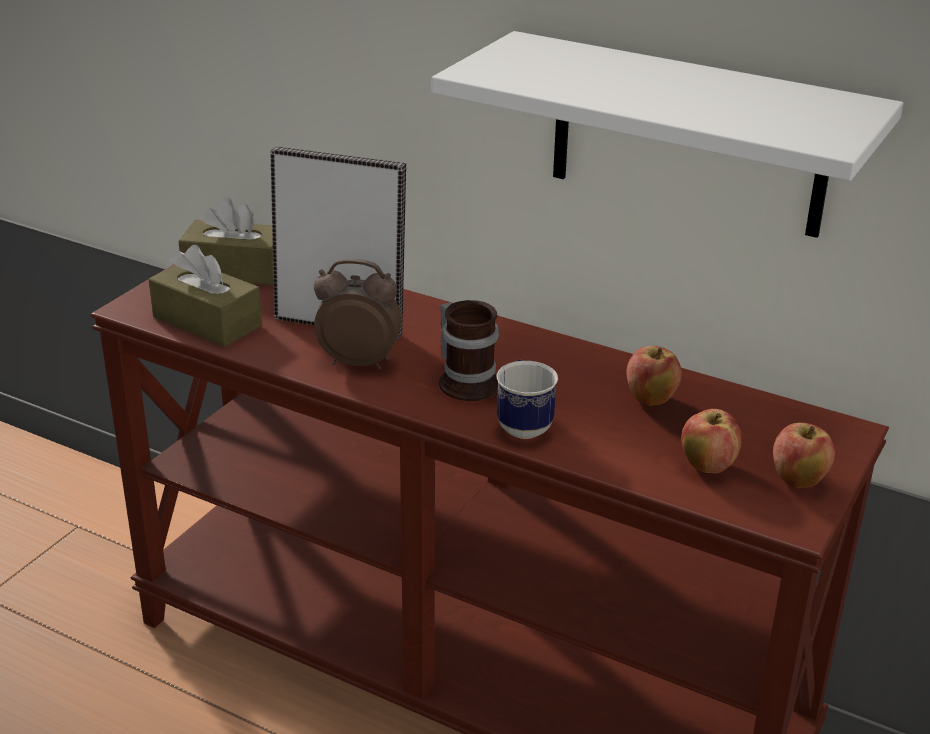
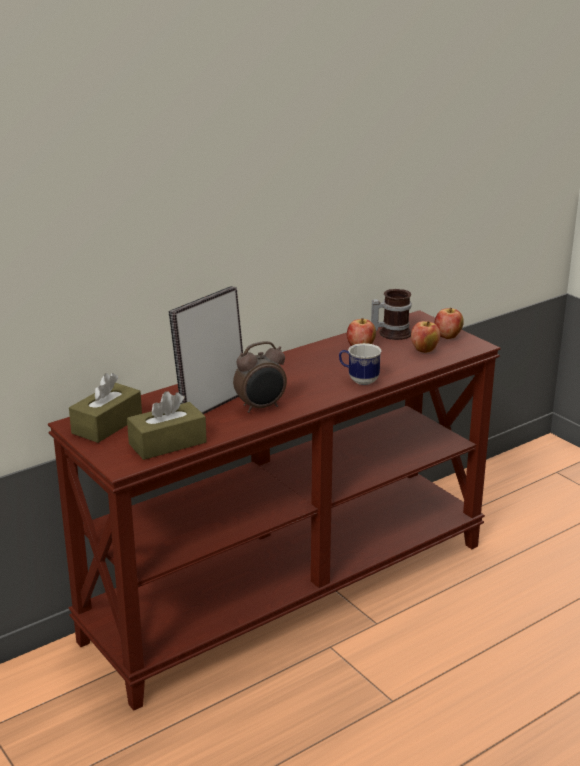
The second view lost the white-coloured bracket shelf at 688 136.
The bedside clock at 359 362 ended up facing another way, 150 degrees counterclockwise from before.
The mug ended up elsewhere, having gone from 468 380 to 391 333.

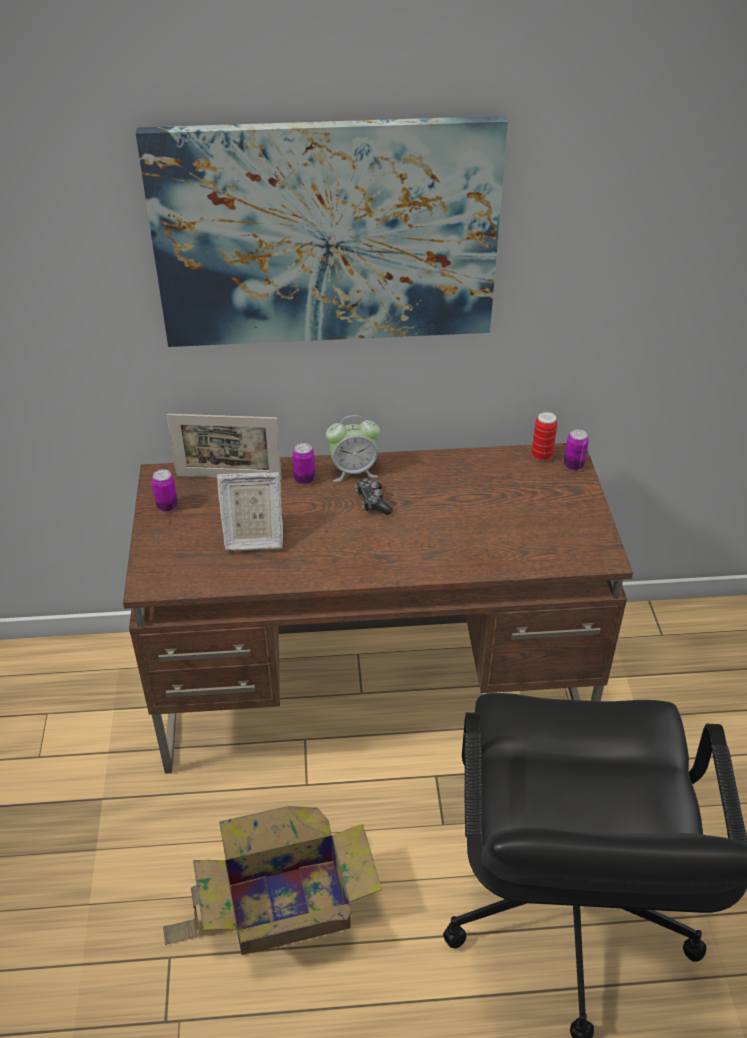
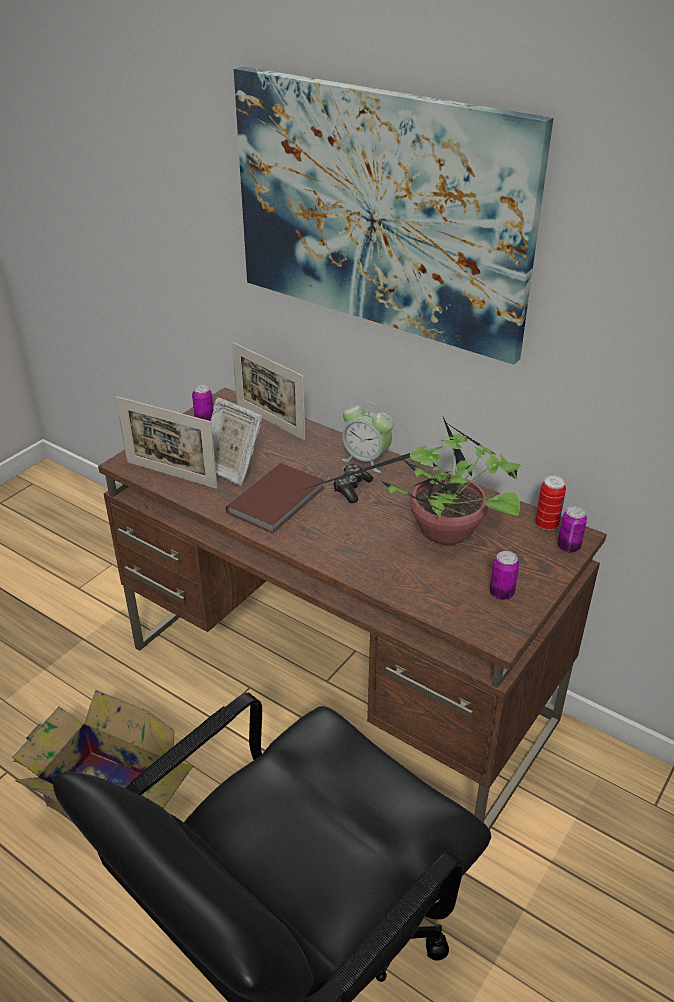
The sealed can ended up elsewhere, having gone from 304 479 to 501 593.
The second view gained the photo frame at 171 474.
The second view gained the plant in a pot at 440 534.
The second view gained the brown-coloured book at 279 500.

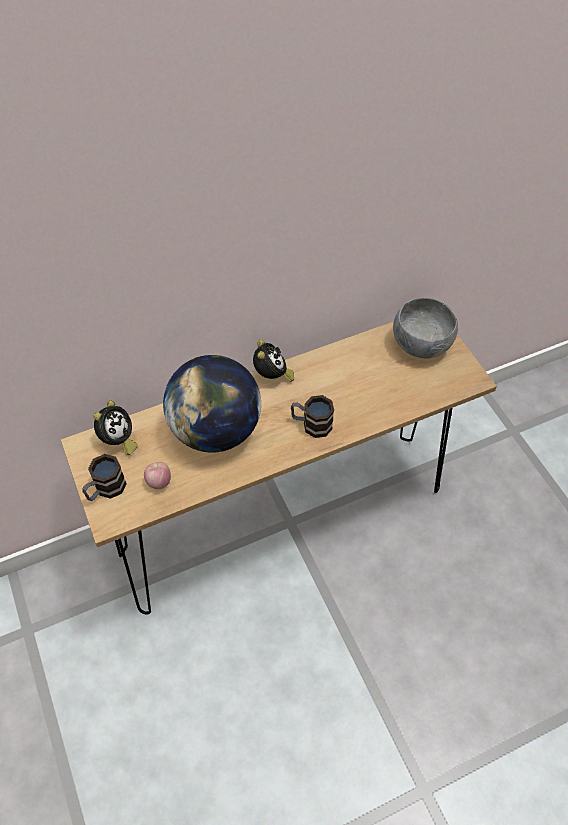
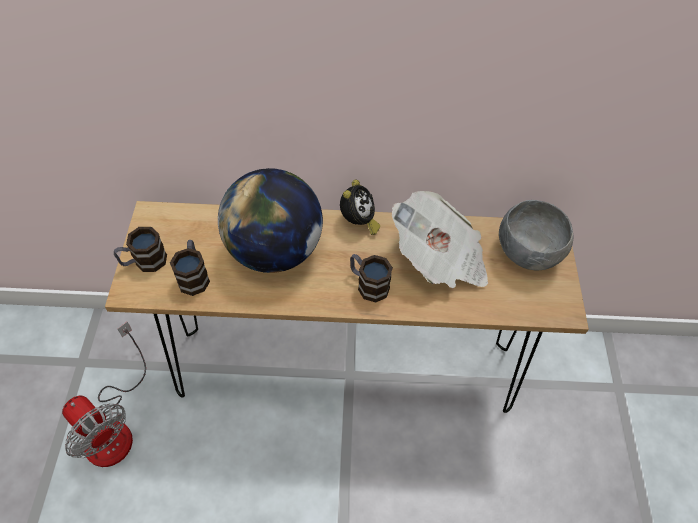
The second view lost the bedside clock at 118 440.
Where the whole apple stood at 159 481, the mug came to stand at 194 275.
The second view gained the newspaper at 439 259.
The second view gained the cooling fan at 114 425.

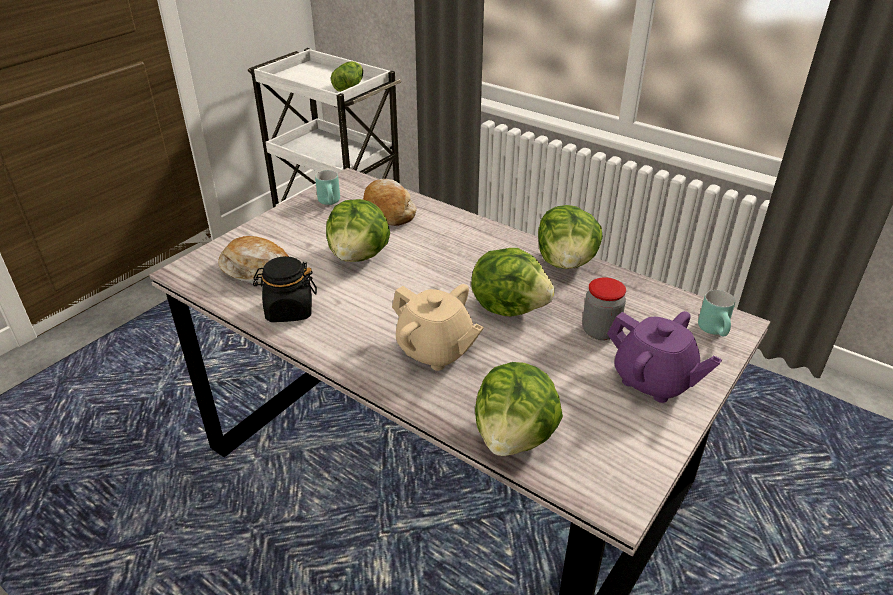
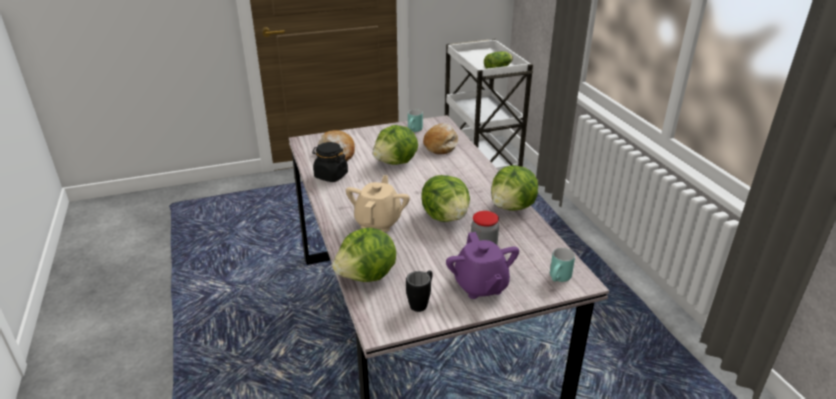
The beige-coloured pot for tea at 435 350 ended up facing another way, 150 degrees counterclockwise from before.
The second view gained the blackish mug at 421 302.

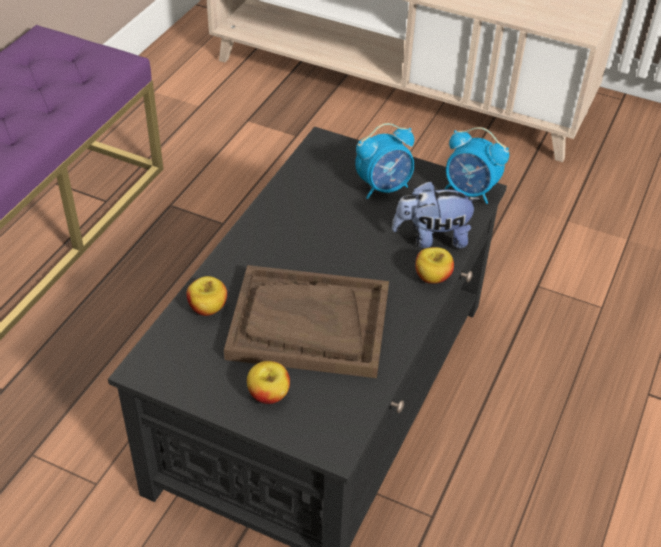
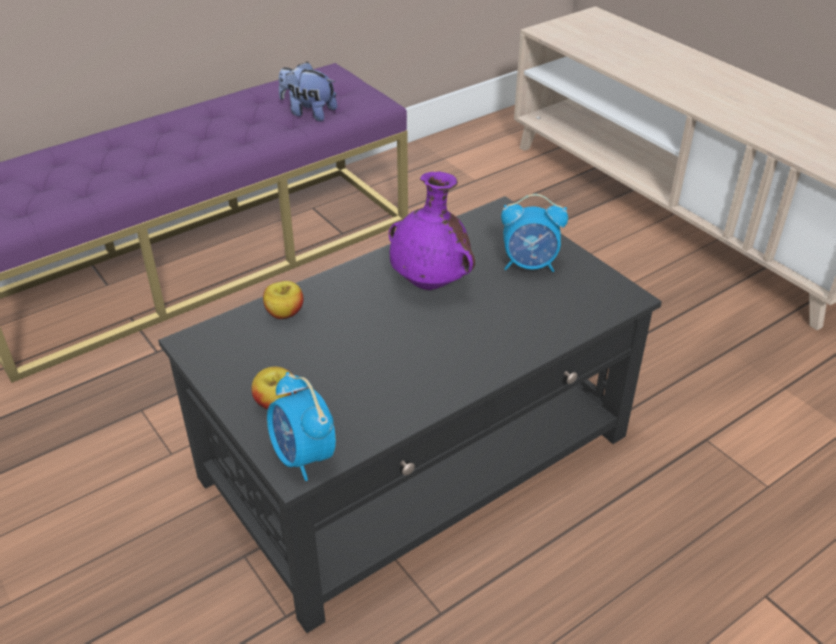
The bedside clock ended up elsewhere, having gone from 470 191 to 303 457.
The plush toy ended up elsewhere, having gone from 432 238 to 308 113.
The second view lost the whole apple at 432 277.
The second view lost the brown-coloured serving tray at 308 324.
The second view gained the purple-coloured vase at 431 283.

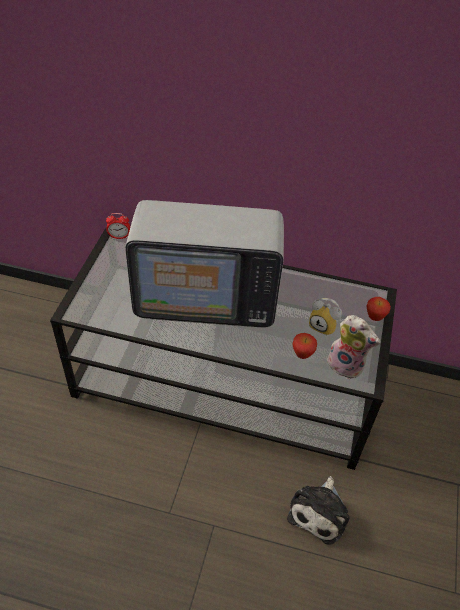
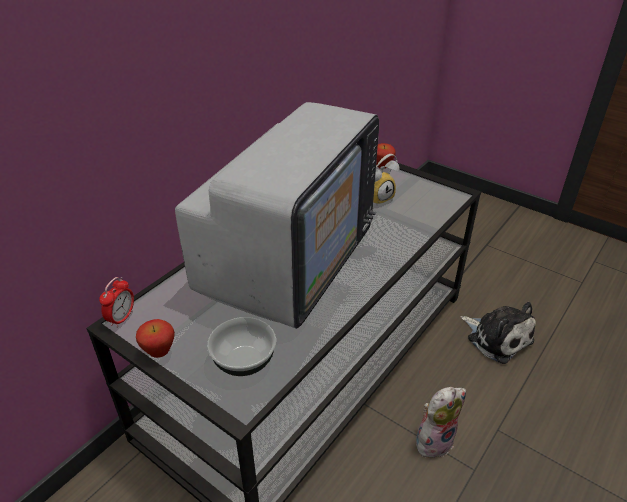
The plush toy ended up elsewhere, having gone from 347 365 to 434 440.
The whole apple ended up elsewhere, having gone from 302 355 to 159 353.
The second view gained the serving bowl at 244 360.

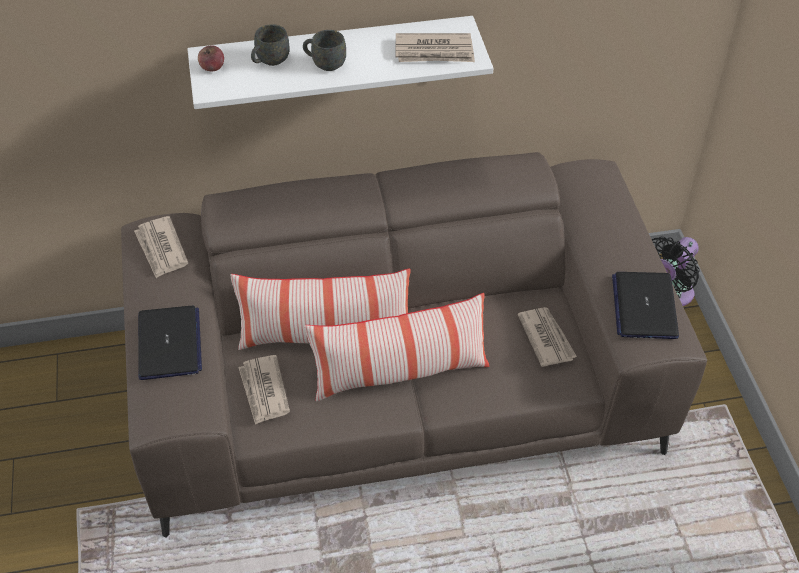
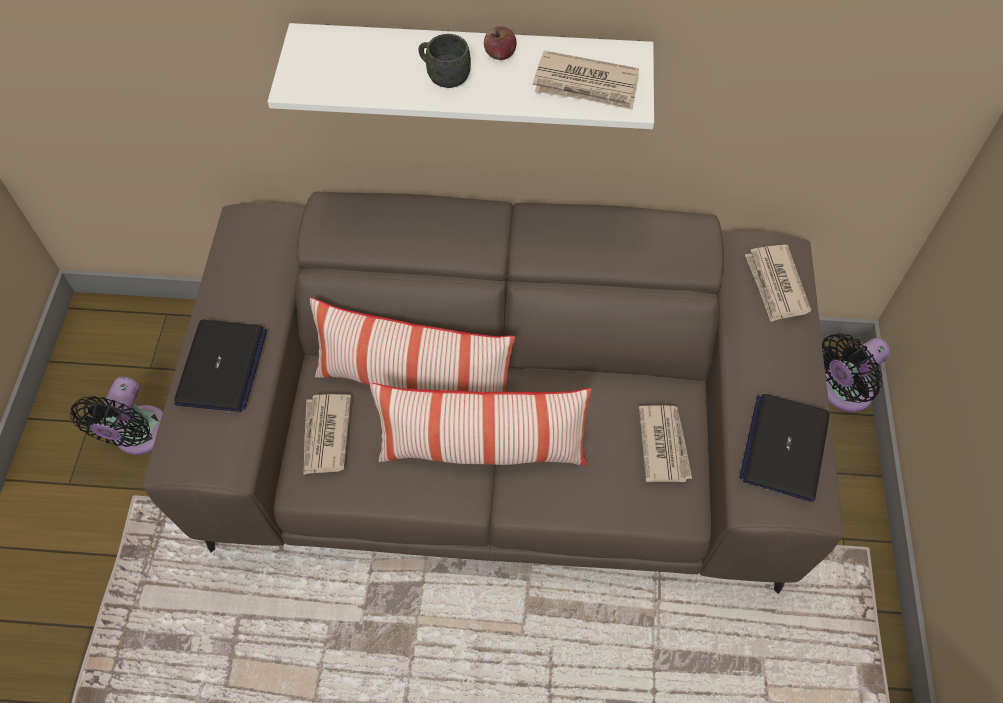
The second view lost the grey mug at 269 61.
The whole apple ended up elsewhere, having gone from 212 68 to 499 54.
The newspaper ended up elsewhere, having gone from 161 249 to 776 285.
The second view gained the blackish cooling fan at 138 436.

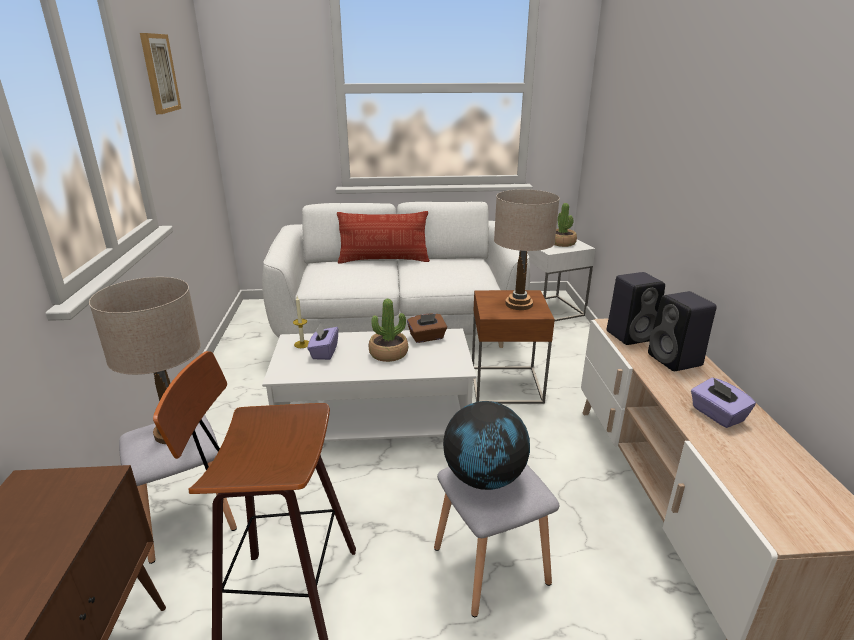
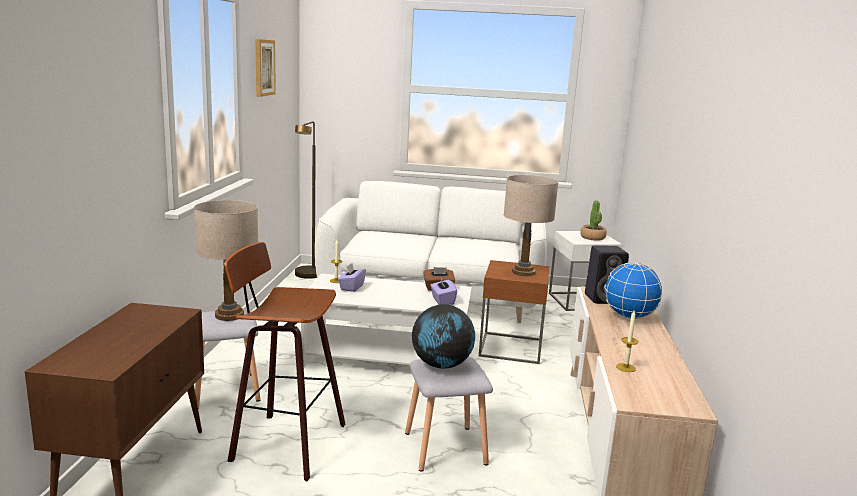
The second view lost the cushion at 384 260.
Where the blackish loudspeaker stood at 676 360, the world globe came to stand at 630 316.
The second view lost the plant in a pot at 388 353.
The purple-coloured tissue box ended up elsewhere, having gone from 716 415 to 442 300.
The second view gained the brown-coloured standing lamp at 307 276.
The second view gained the wax light at 625 367.

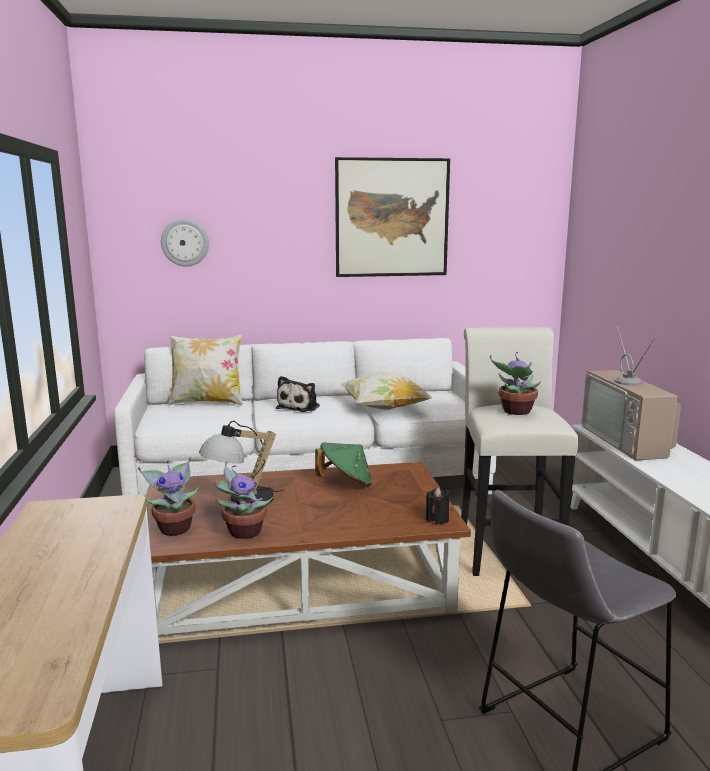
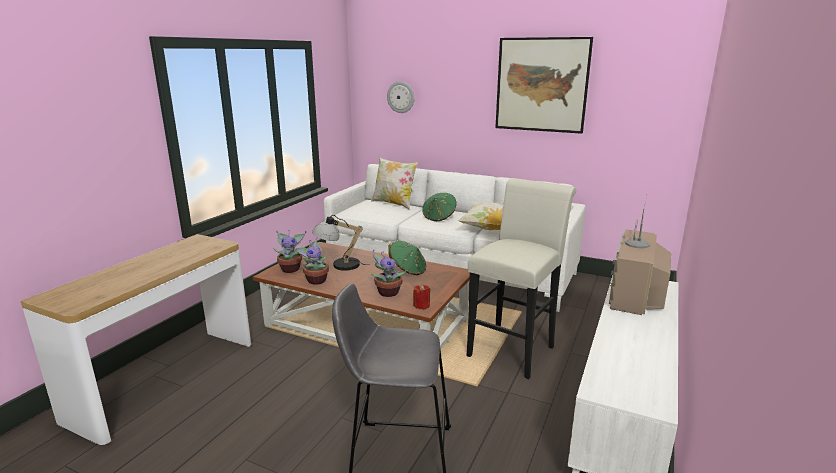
The plant in a pot ended up elsewhere, having gone from 515 412 to 387 293.
Where the plush toy stood at 300 407, the green clothing hat came to stand at 439 217.
What was the blackish wax light at 437 519 turned into the red wax light at 421 306.

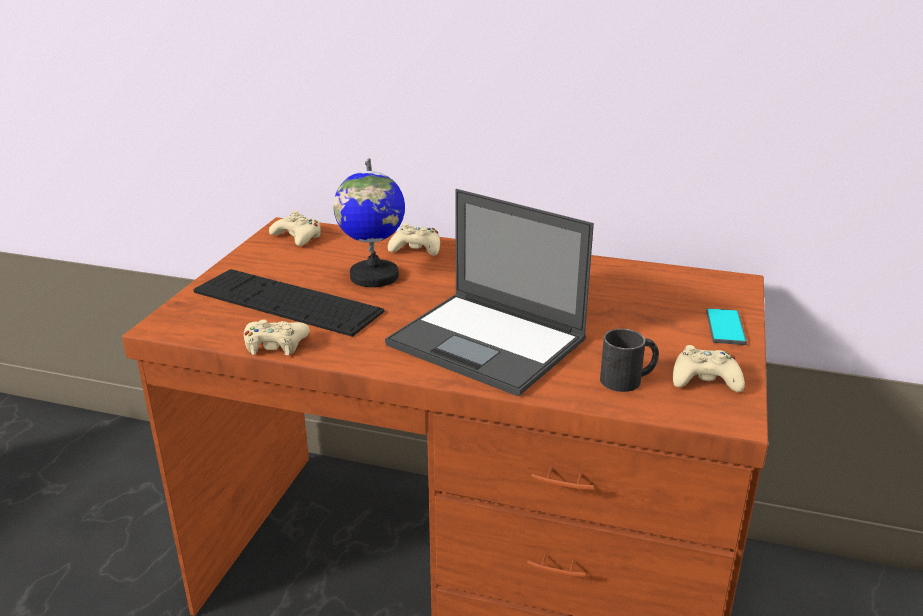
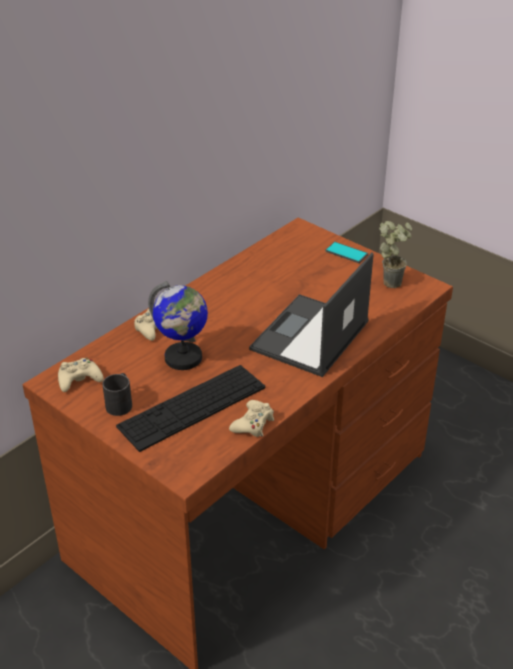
The portable computer at 488 343 ended up facing another way, 150 degrees clockwise from before.
The blackish mug ended up elsewhere, having gone from 628 379 to 120 402.
Where the beige-coloured joypad stood at 705 380, the plant in a pot came to stand at 392 280.

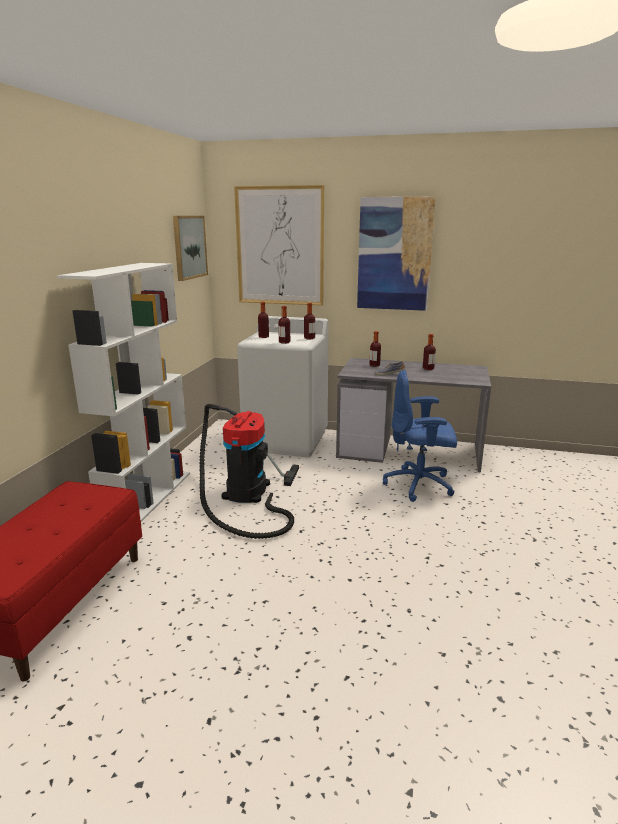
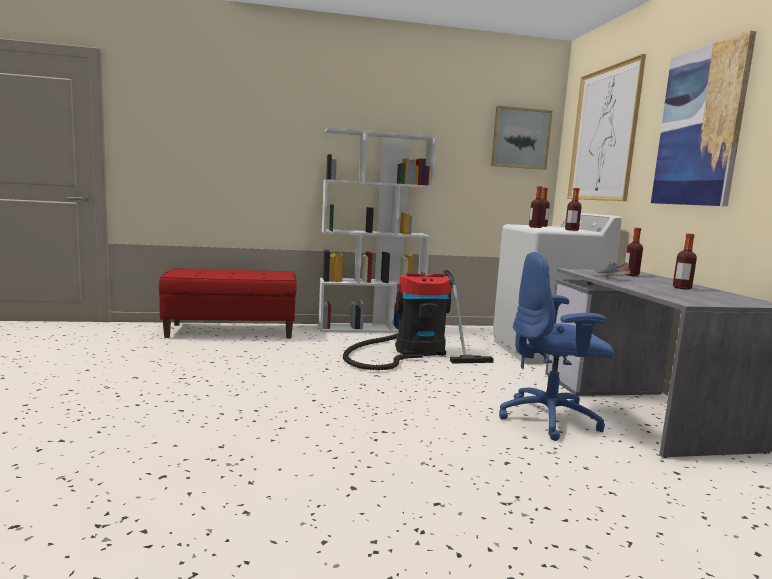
The blue-coloured computer chair at 420 485 ended up facing another way, 75 degrees counterclockwise from before.

